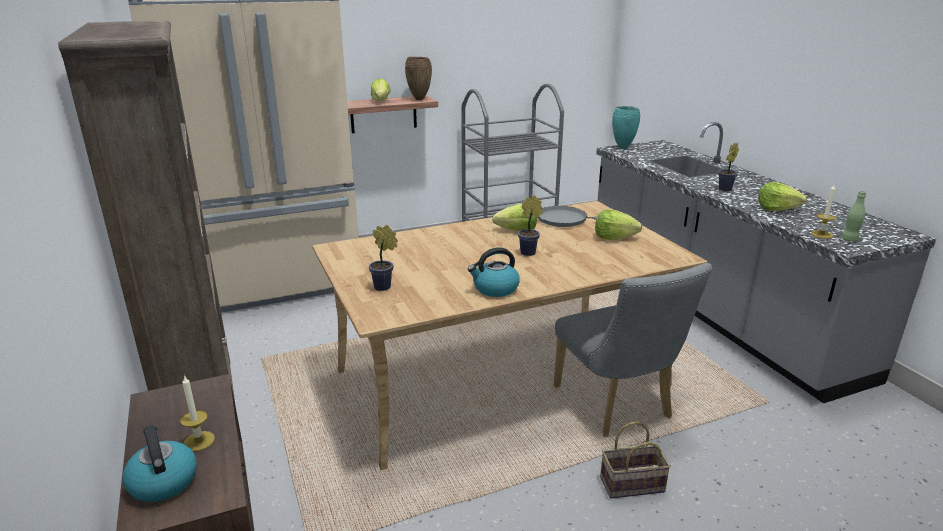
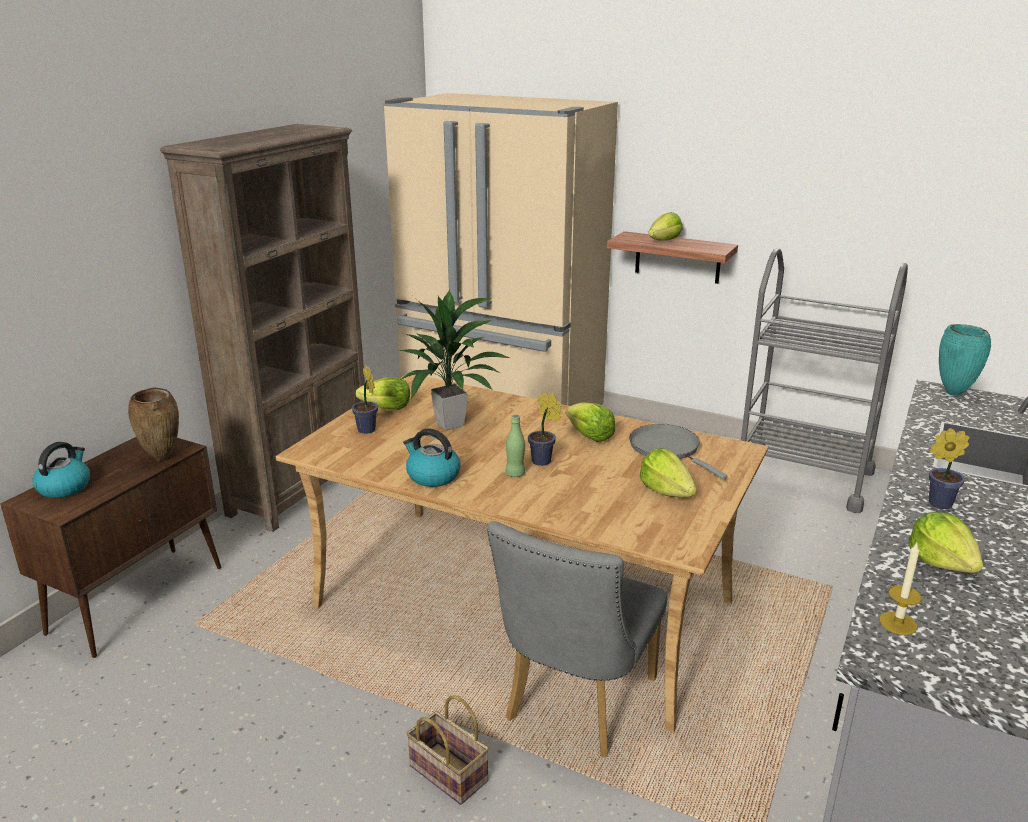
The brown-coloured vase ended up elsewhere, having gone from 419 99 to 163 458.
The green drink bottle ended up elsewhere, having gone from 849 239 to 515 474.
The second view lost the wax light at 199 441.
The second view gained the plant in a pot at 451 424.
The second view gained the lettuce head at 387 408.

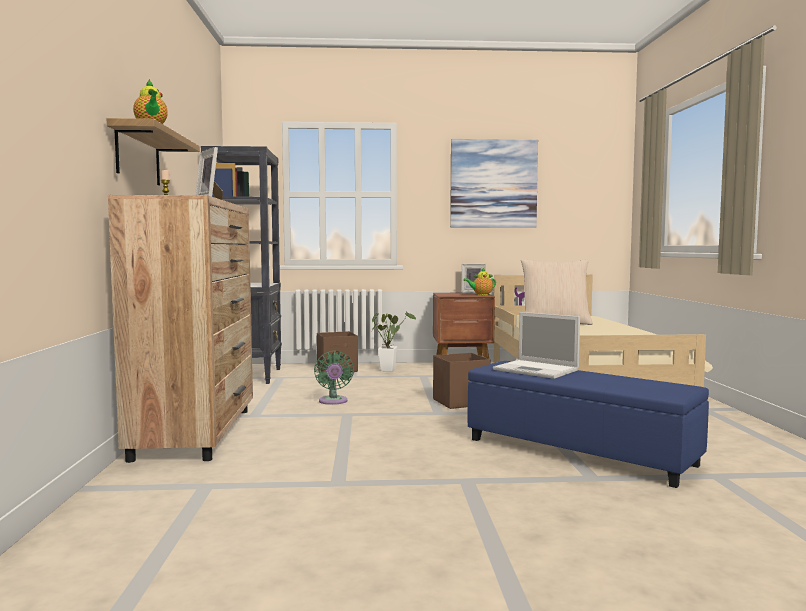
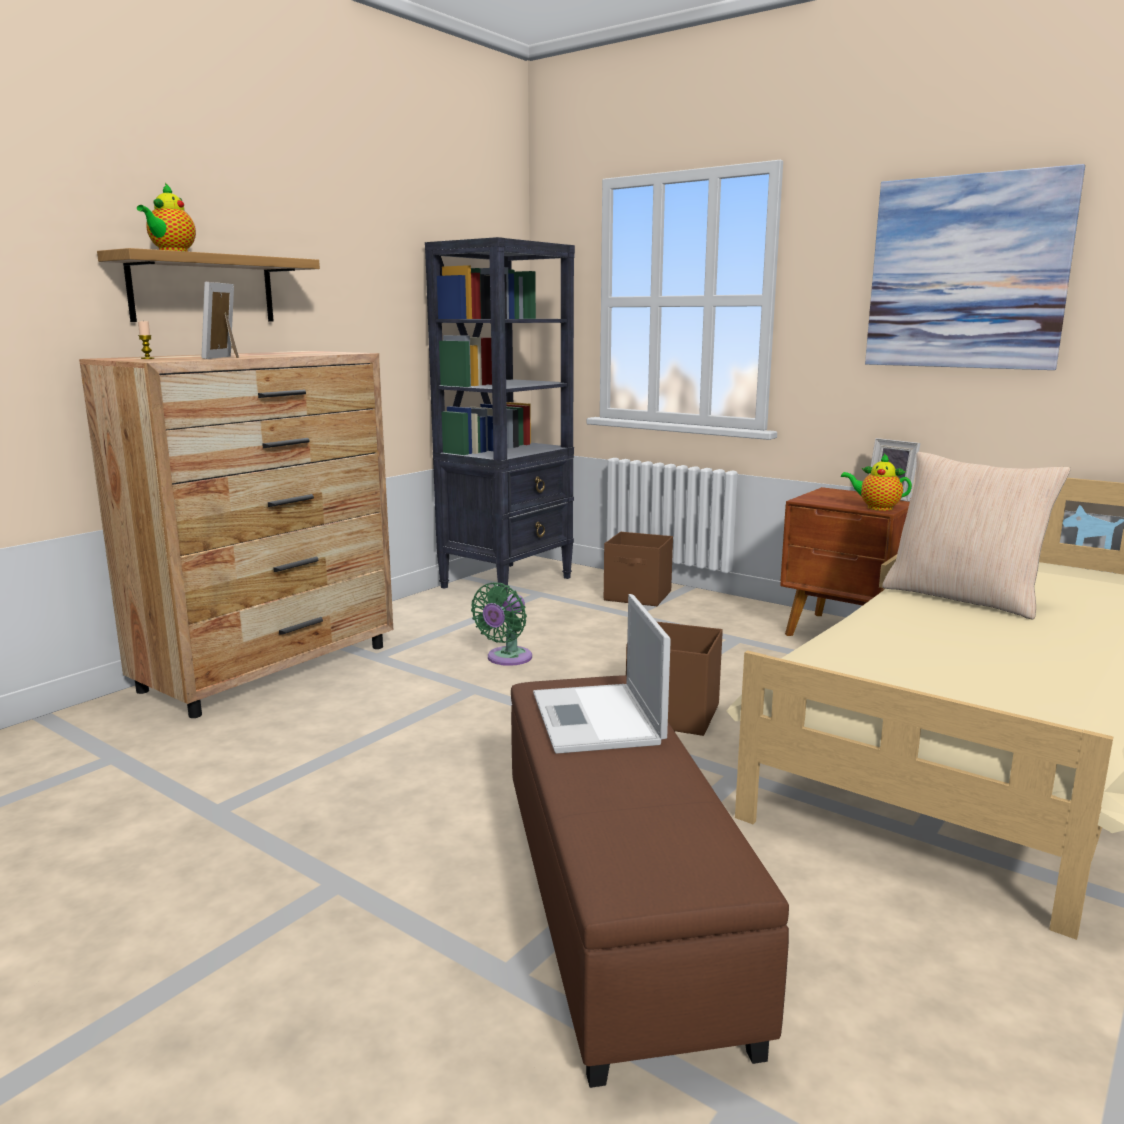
The second view lost the plant in a pot at 389 369.
What was the blue-coloured footrest at 579 451 turned into the brown-coloured footrest at 619 904.

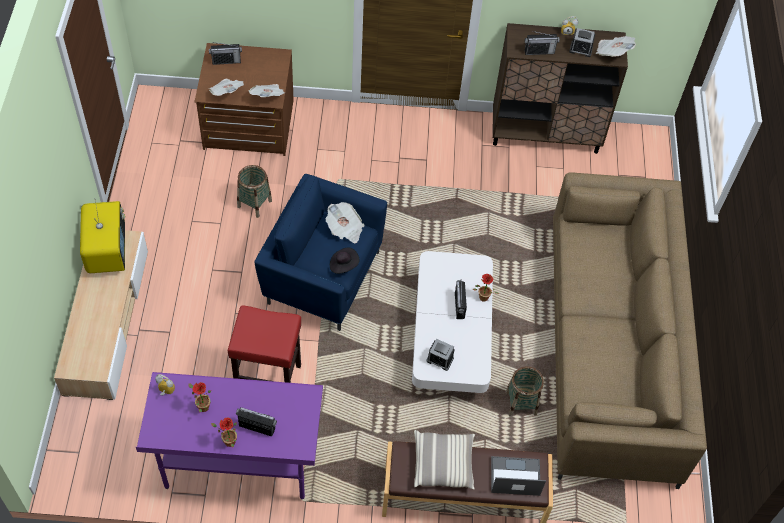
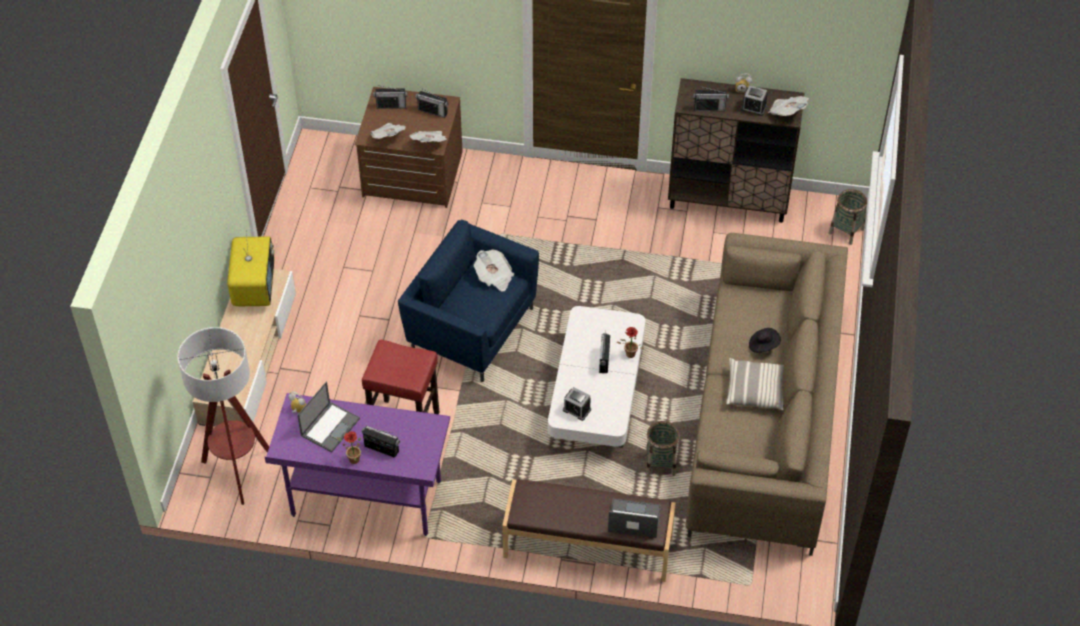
The storage basket ended up elsewhere, having gone from 254 203 to 846 231.
The blackish clothing hat ended up elsewhere, having gone from 343 265 to 763 345.
Where the plant in a pot stood at 201 406, the portable computer came to stand at 330 426.
The cushion ended up elsewhere, having gone from 443 464 to 755 390.
The second view gained the radio set at 432 111.
The second view gained the standing lamp at 238 471.

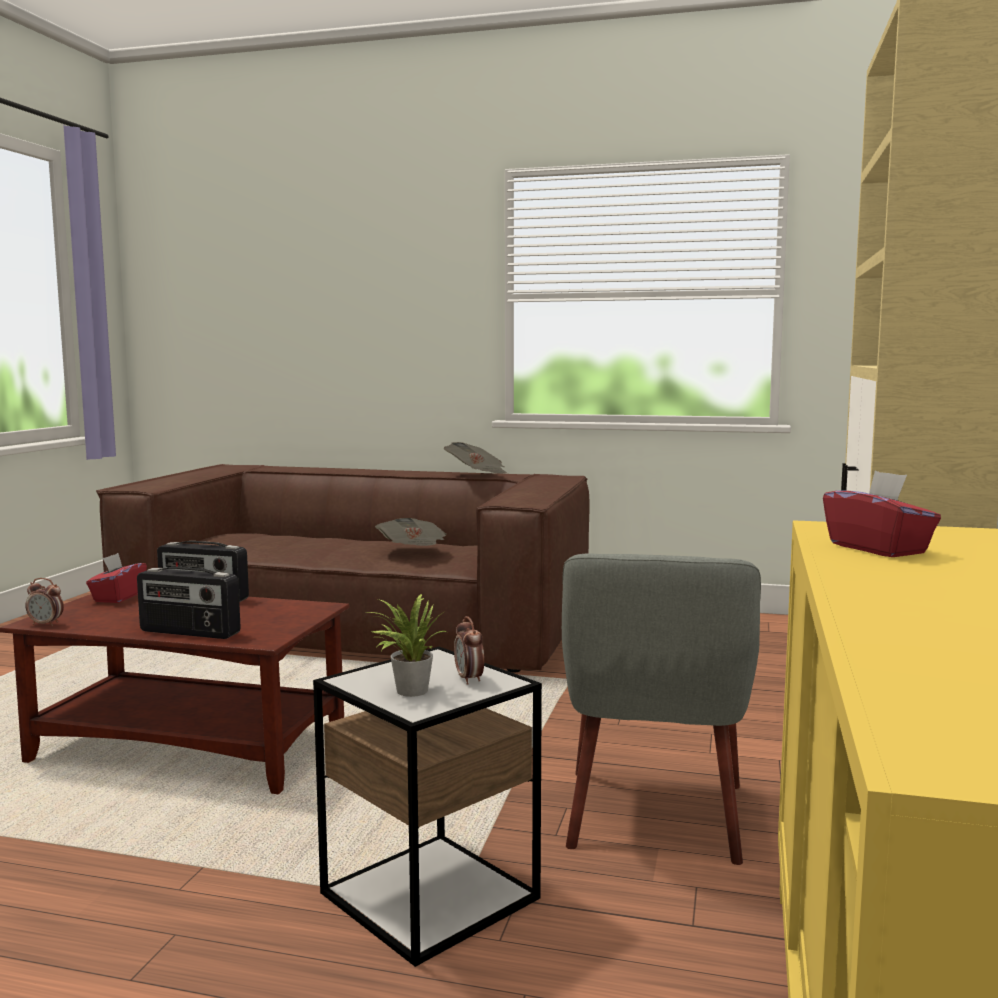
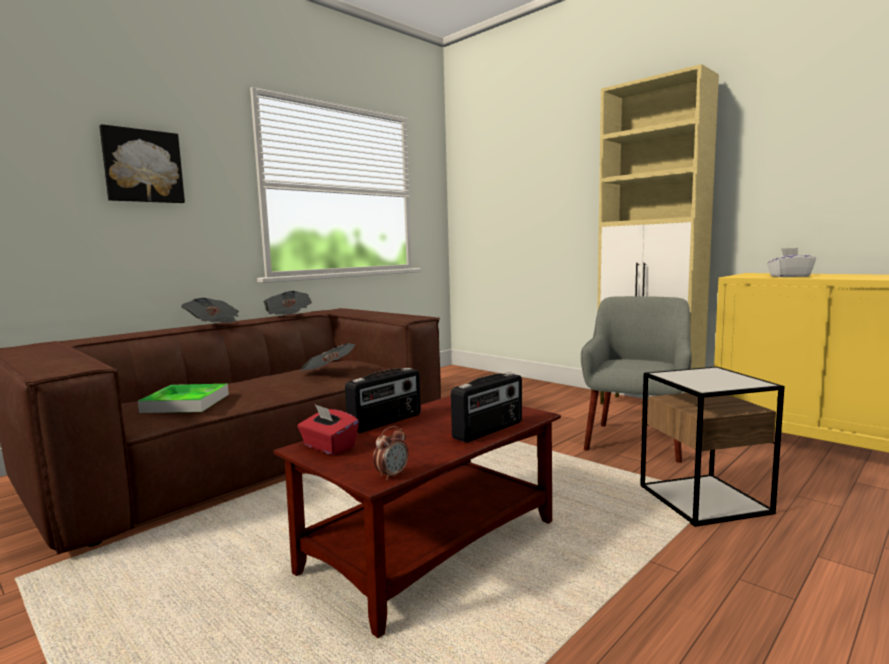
What was the red tissue box at 878 549 turned into the white-coloured tissue box at 789 276.
The grey armchair at 654 815 ended up facing another way, 105 degrees counterclockwise from before.
The second view lost the plant in a pot at 407 691.
The second view lost the bedside clock at 469 679.
The second view gained the picture at 142 166.
The second view gained the newspaper at 214 326.
The second view gained the serving tray at 186 403.

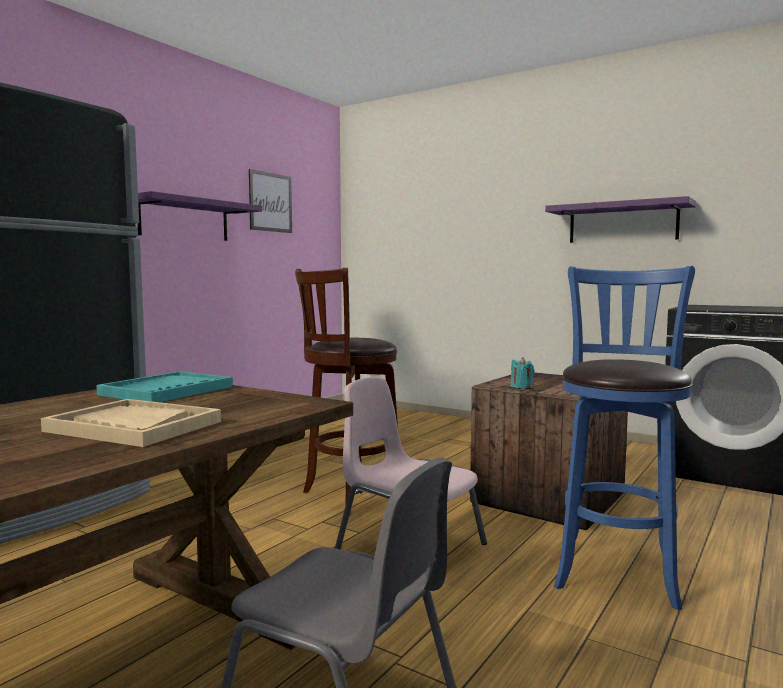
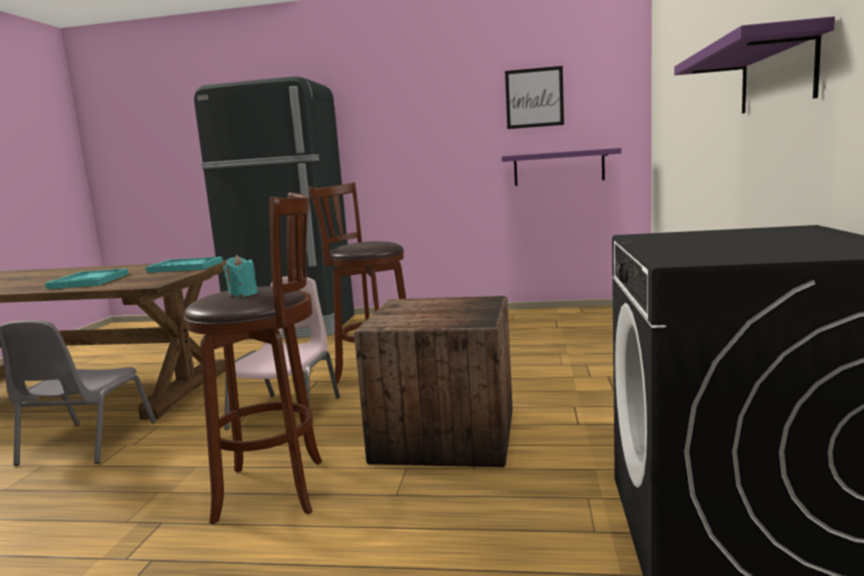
The purple-coloured bracket shelf ended up elsewhere, having gone from 184 220 to 558 167.
What was the blue-coloured stool seat at 616 571 turned into the brown-coloured stool seat at 278 489.
The turquoise-coloured wax light ended up elsewhere, having gone from 521 387 to 242 294.
What was the beige-coloured serving tray at 133 426 turned into the turquoise-coloured serving tray at 89 281.

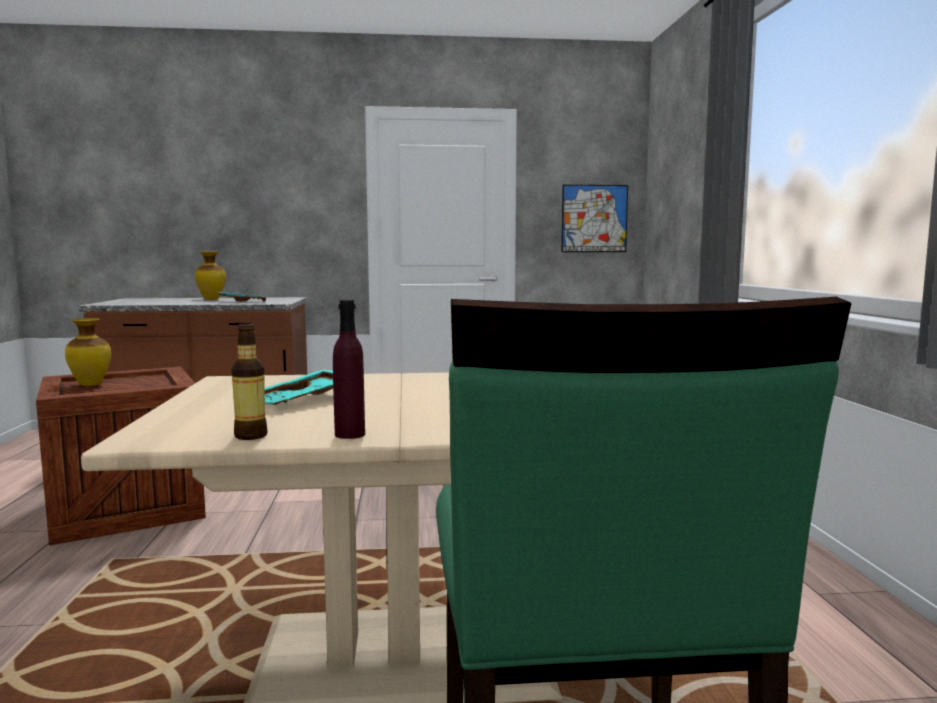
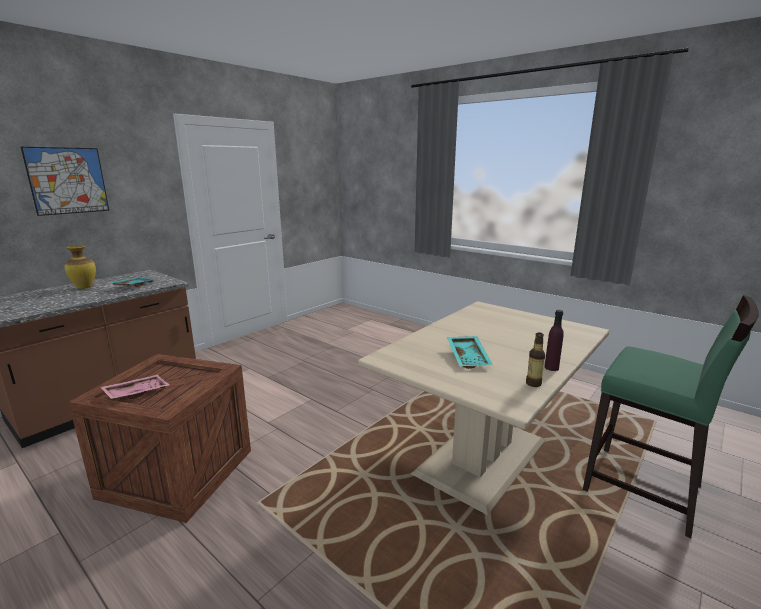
The picture ended up elsewhere, having gone from 594 218 to 67 181.
Where the vase stood at 90 385, the pinkish serving tray came to stand at 136 393.

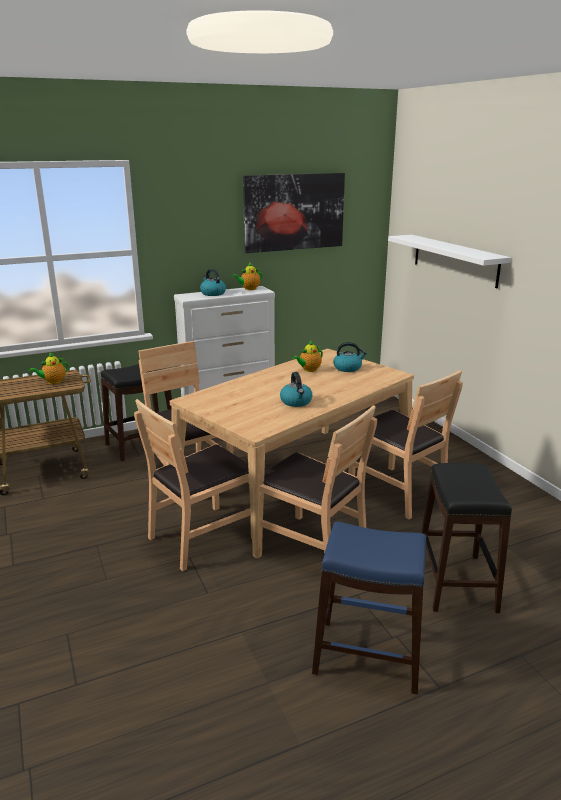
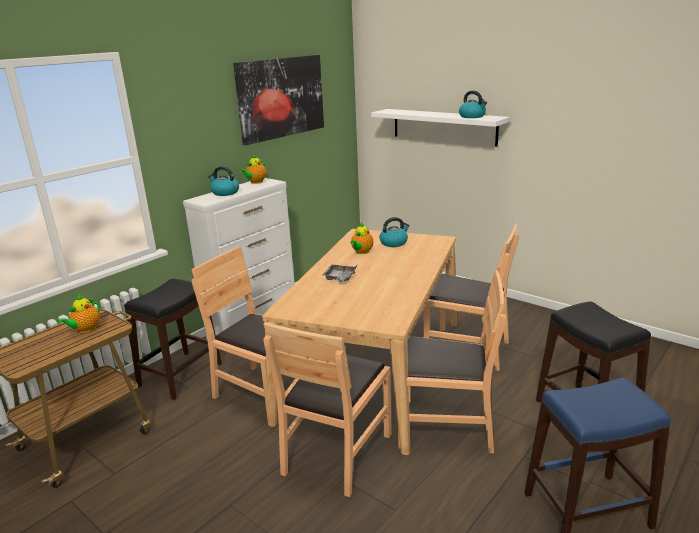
The water kettle ended up elsewhere, having gone from 296 402 to 472 116.
The second view gained the grey serving tray at 340 278.

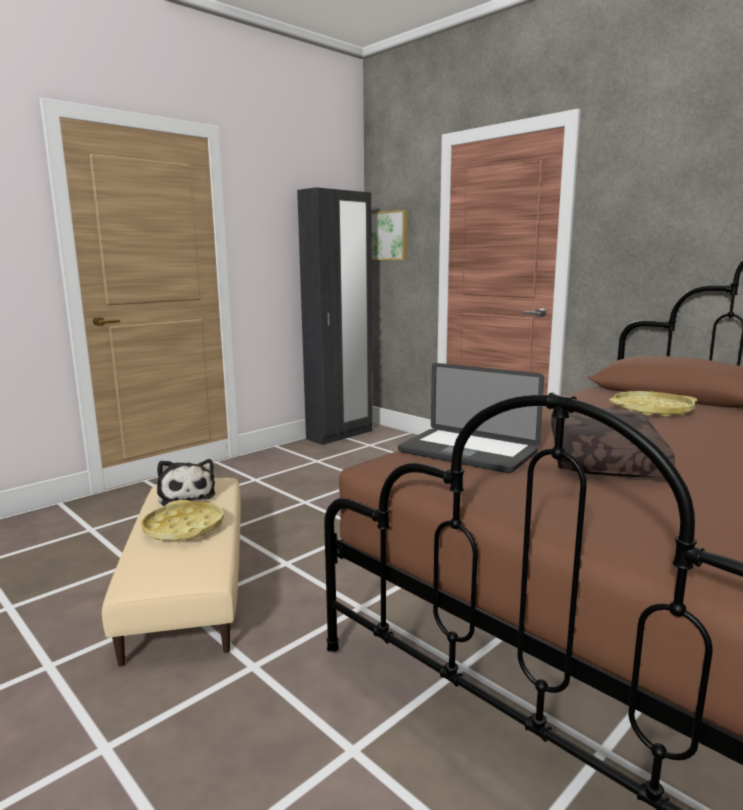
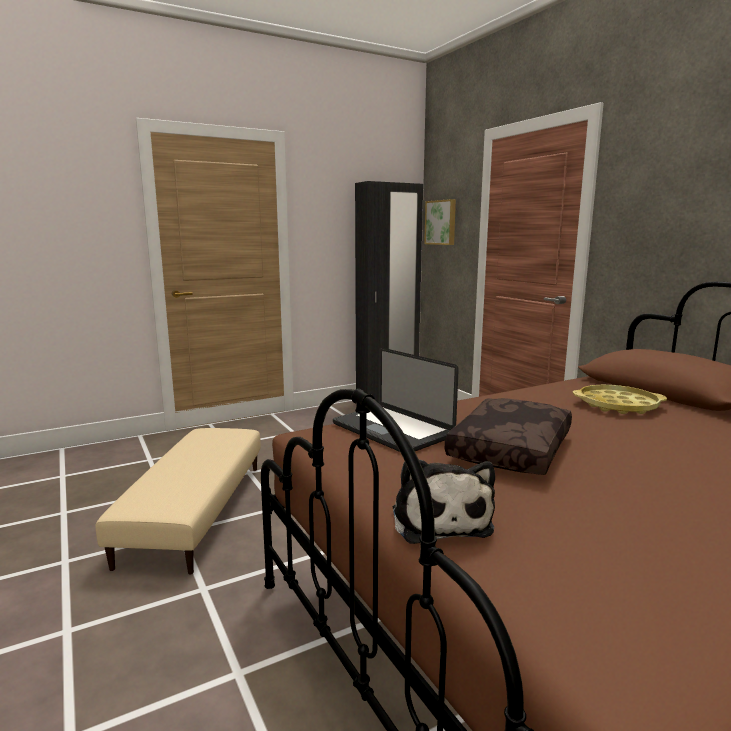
The plush toy ended up elsewhere, having gone from 186 495 to 439 519.
The second view lost the yellow serving tray at 183 528.

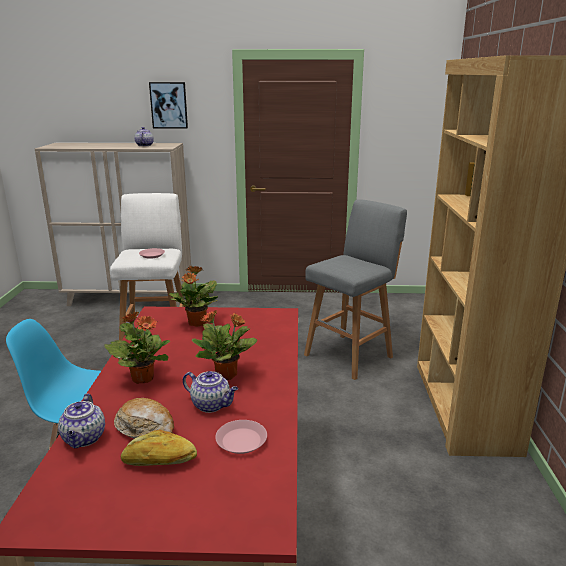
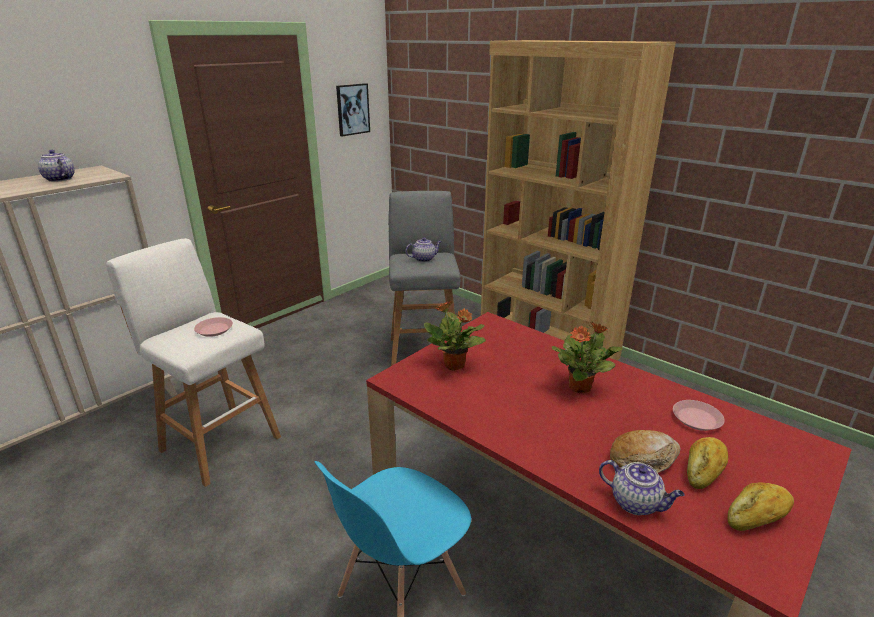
The picture ended up elsewhere, having gone from 169 105 to 352 109.
The second view lost the plant in a pot at 142 378.
The pot for tea ended up elsewhere, having gone from 212 405 to 424 259.
The second view gained the bread at 757 516.

